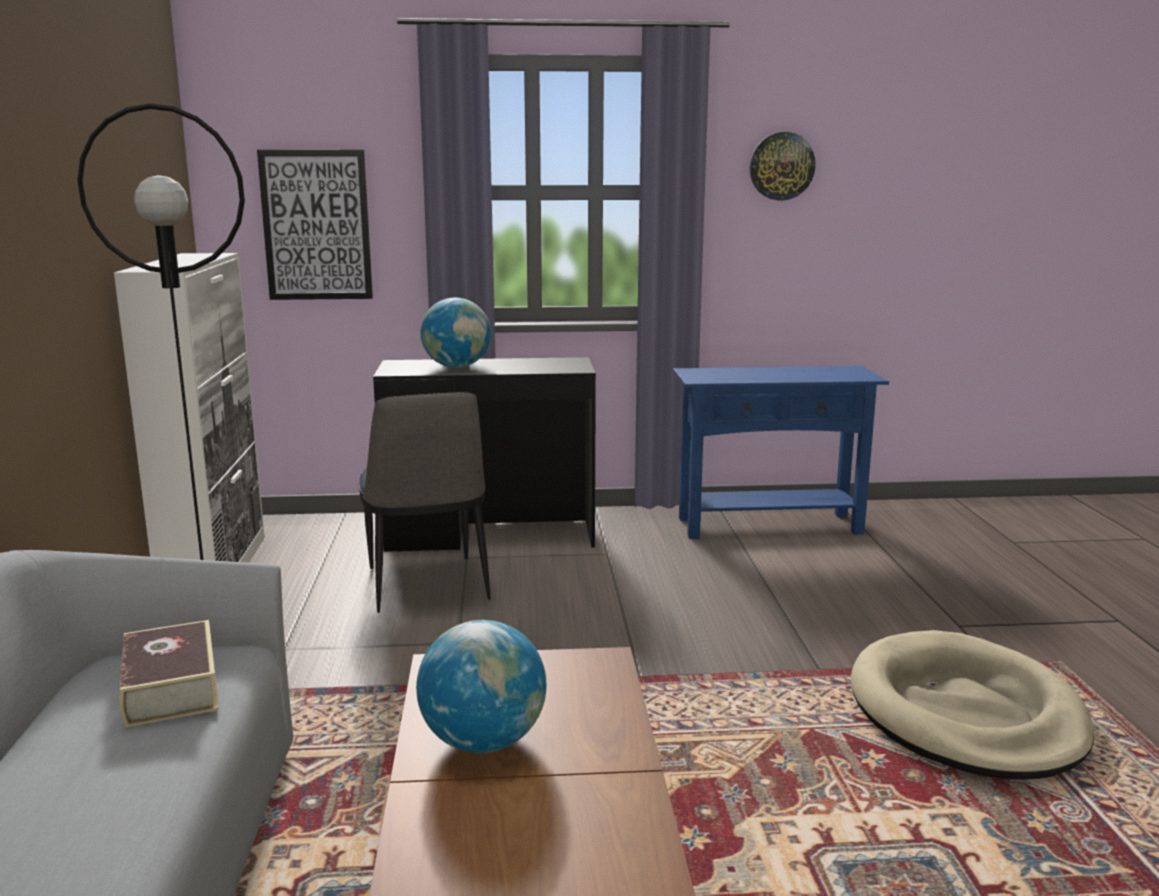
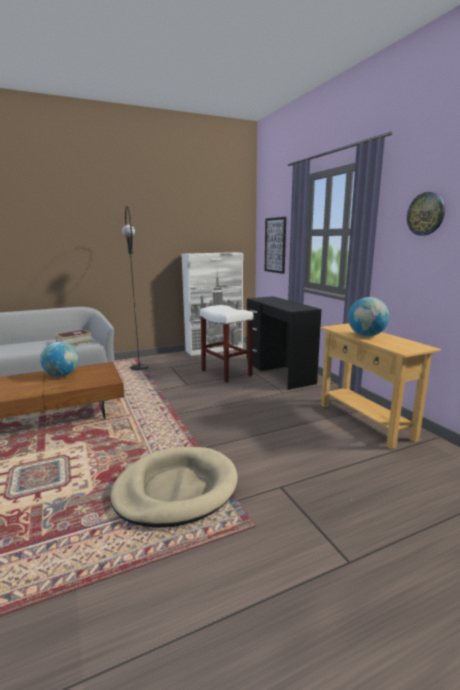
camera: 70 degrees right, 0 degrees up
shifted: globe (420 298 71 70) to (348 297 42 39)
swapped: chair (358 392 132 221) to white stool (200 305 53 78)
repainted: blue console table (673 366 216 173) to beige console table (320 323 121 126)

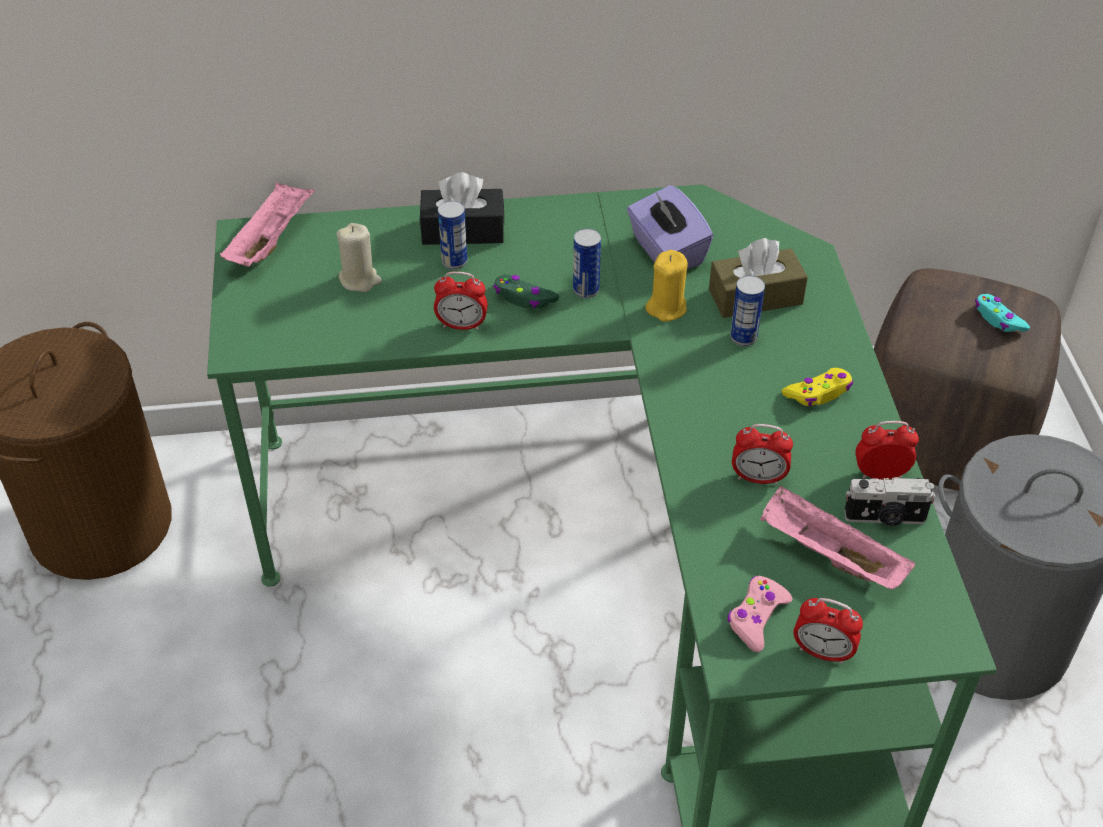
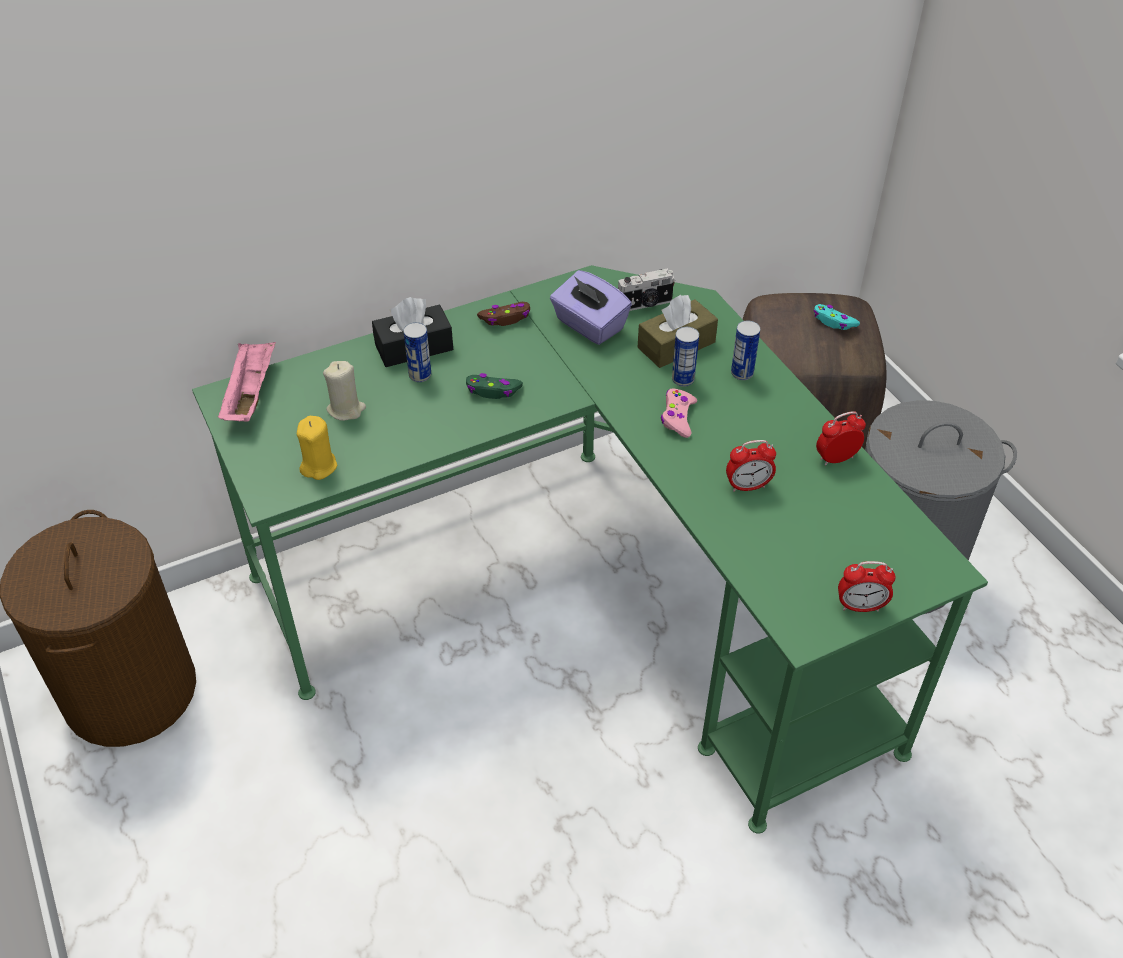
camera: 20 degrees left, 0 degrees up
gone: alarm clock (434 271 54 59); pink tray (760 485 155 104); yellow game controller (782 368 71 38)
new: brown game controller (477 302 53 24)
shifted: yellow candle (646 250 42 72) to (297 416 40 64); photo camera (844 477 92 49) to (618 268 57 43); pink game controller (727 576 66 76) to (661 388 36 50); can (573 228 28 70) to (731 320 29 60)

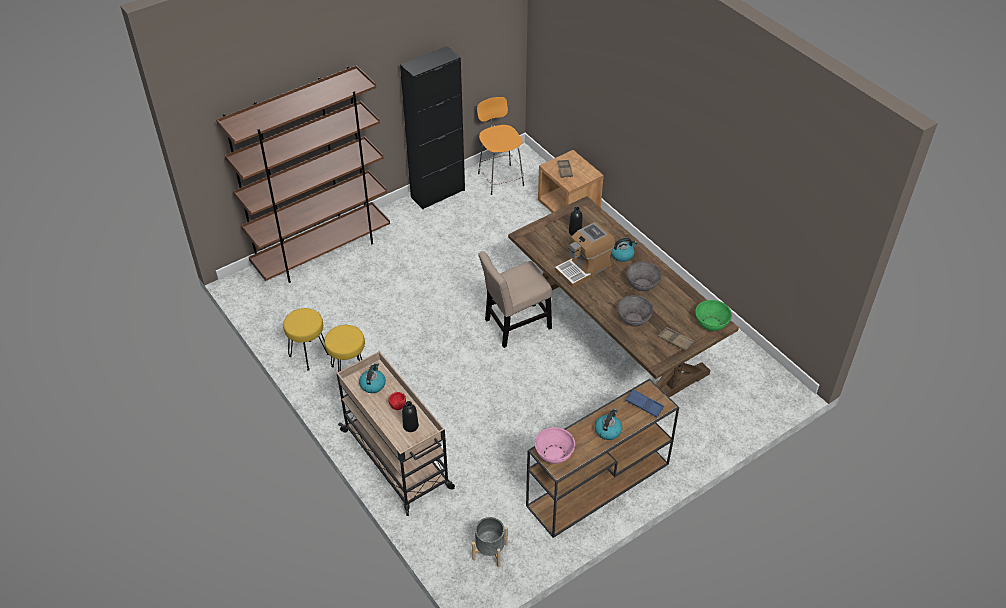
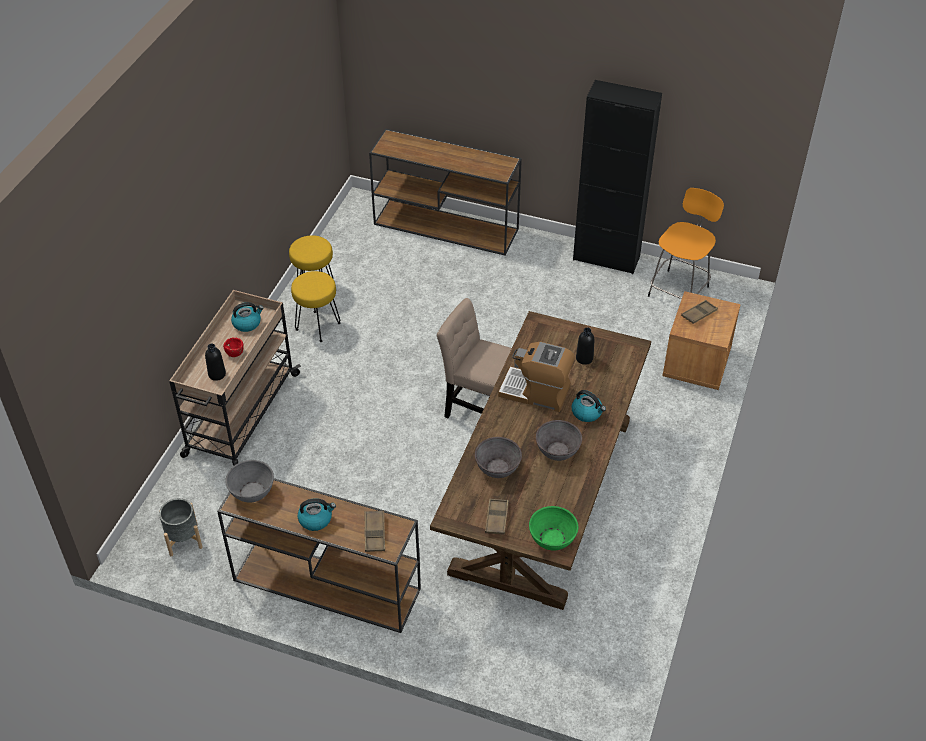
camera: 55 degrees right, 0 degrees up
swapped: brown bookcase (216 65 174 218) to brown console table (369 129 153 127)
repainted: pink bowl (535 427 40 37) to grey bowl (225 460 49 42); blue tray (626 389 38 28) to brown tray (365 511 20 41)

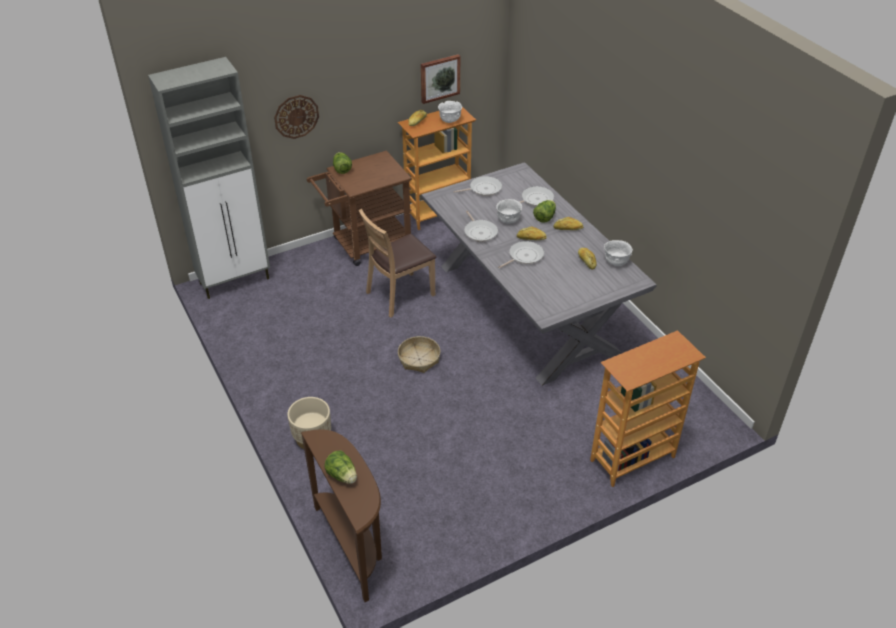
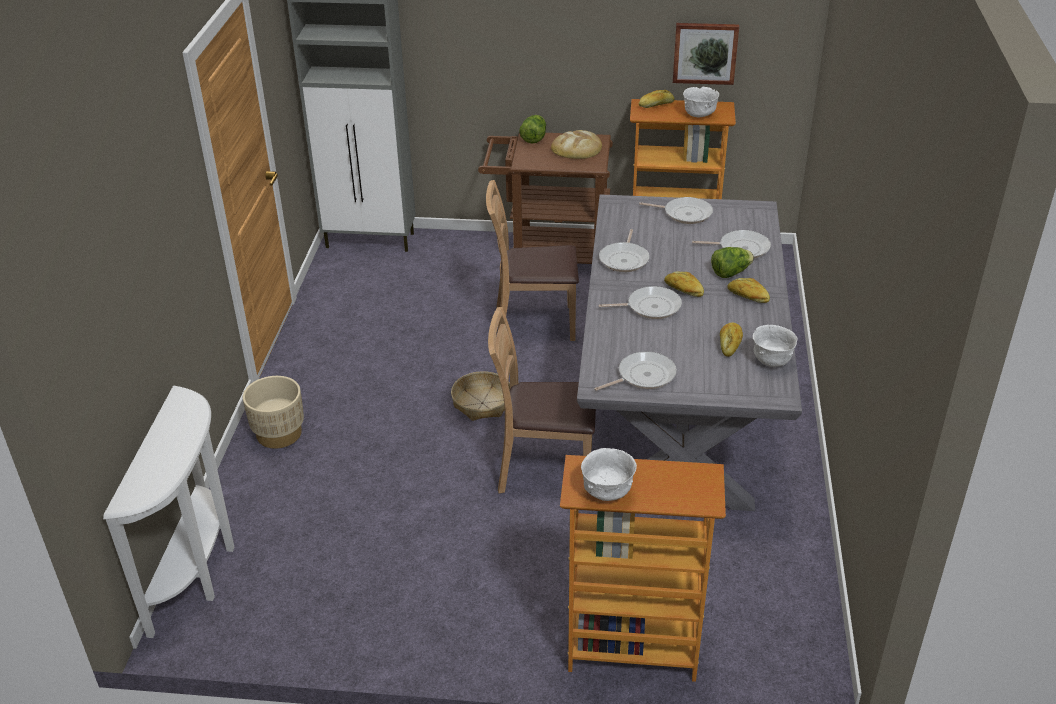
camera: 35 degrees right, 5 degrees down
gone: wall clock (274 95 45 44); lettuce (324 451 33 33)
new: brown chair (488 307 108 186); bread (551 130 51 29); frying pan (594 351 83 40)
shifted: white bowl (496 199 26 25) to (581 448 56 53)
repainted: brown console table (301 429 81 173) to white console table (103 386 132 252)

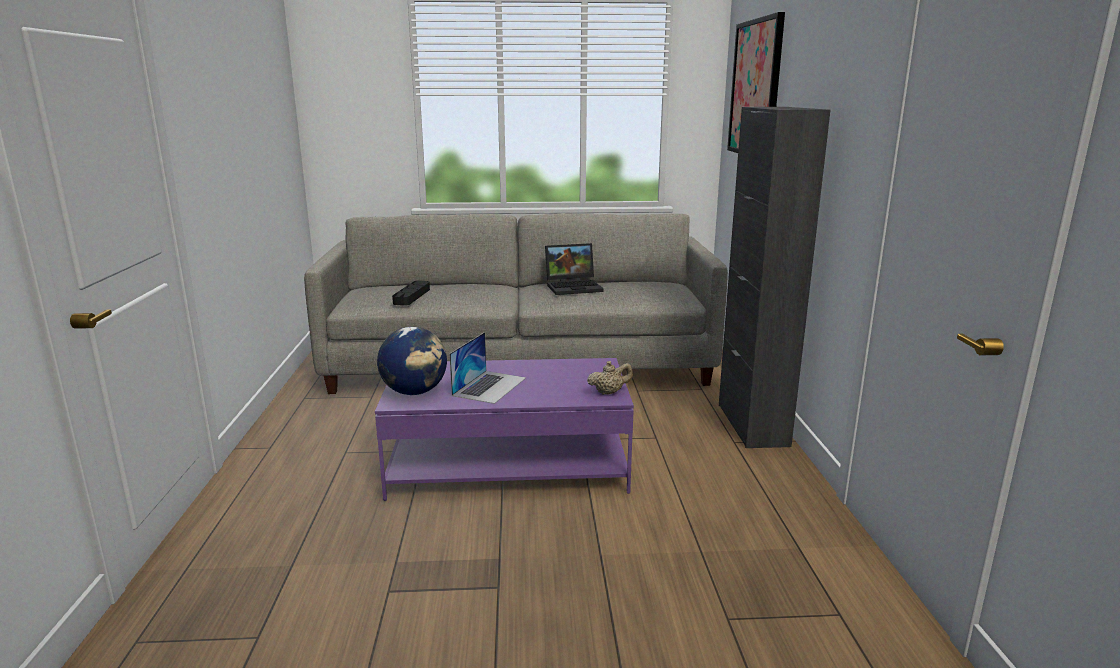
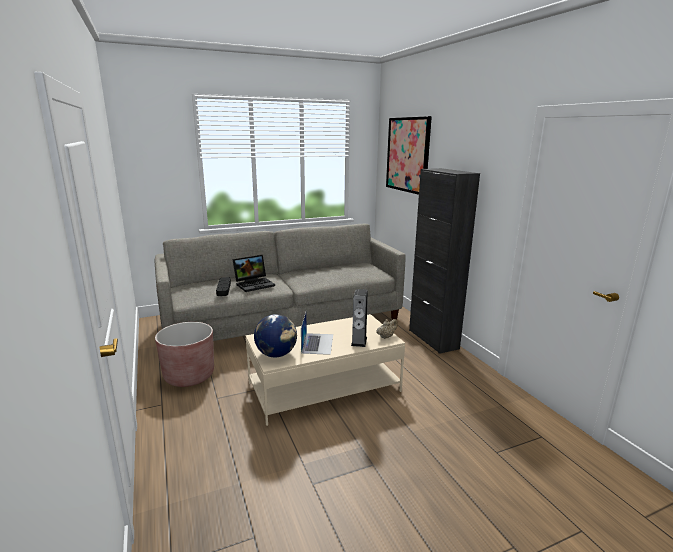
camera: 20 degrees left, 0 degrees up
new: brown planter (155 322 59 65); speaker (351 289 17 58)
shifted: laptop (545 243 59 52) to (233 255 42 37)
repainted: purple coffee table (375 358 259 143) to beige coffee table (246 314 159 112)

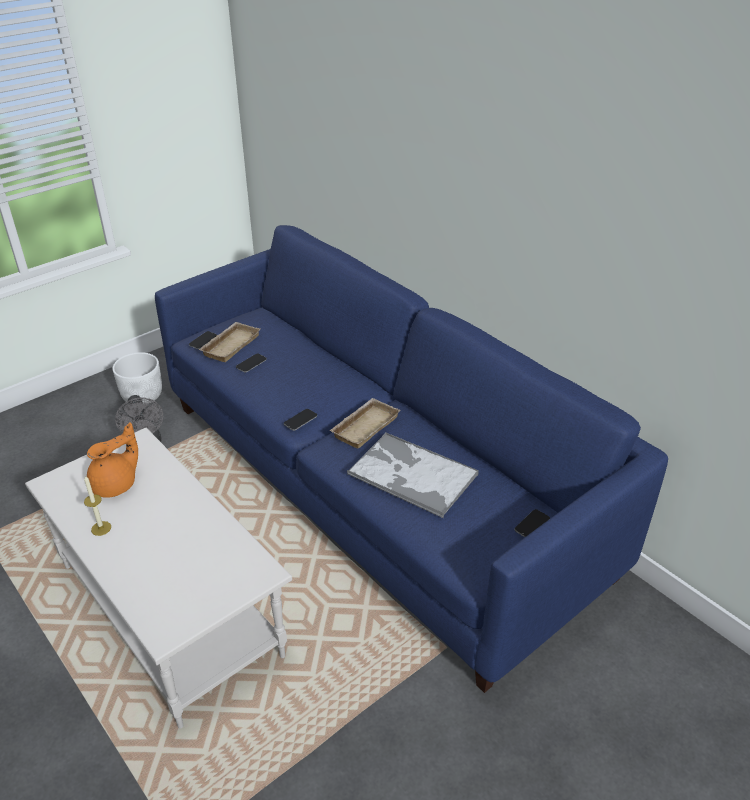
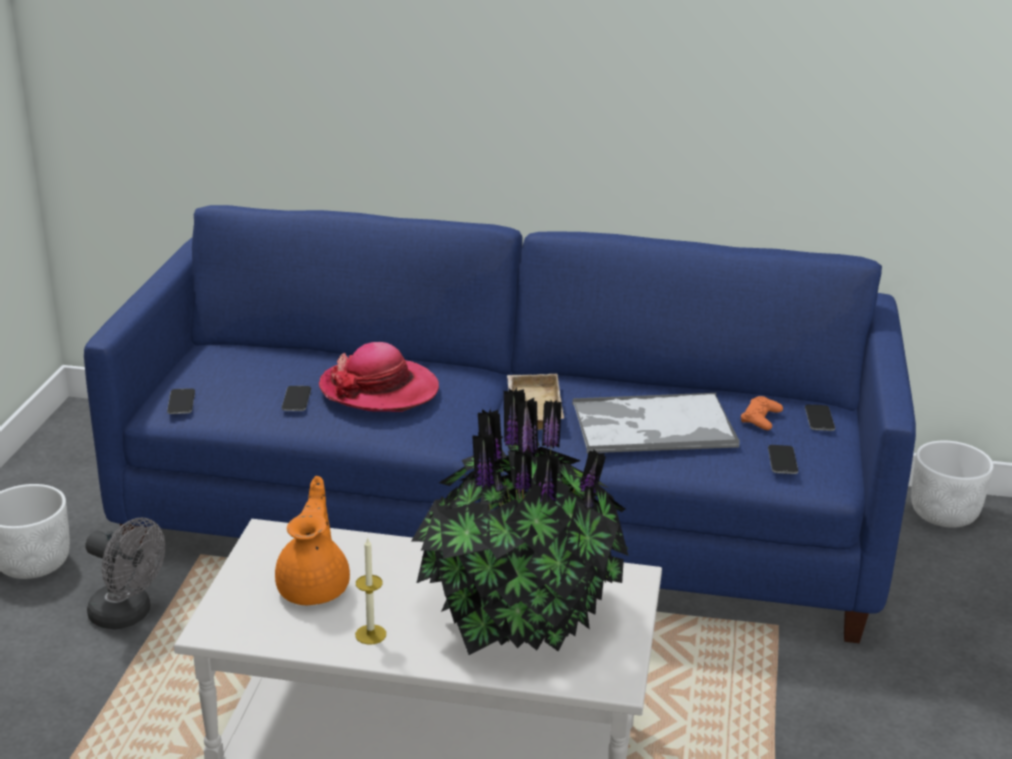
camera: 40 degrees left, 10 degrees down
gone: beige tray (198 322 62 40)
new: hat (319 342 120 70); potted plant (411 388 218 267); orange game controller (741 396 42 34); white planter (911 440 83 88)
shifted: phone (284 409 33 22) to (768 445 30 29)

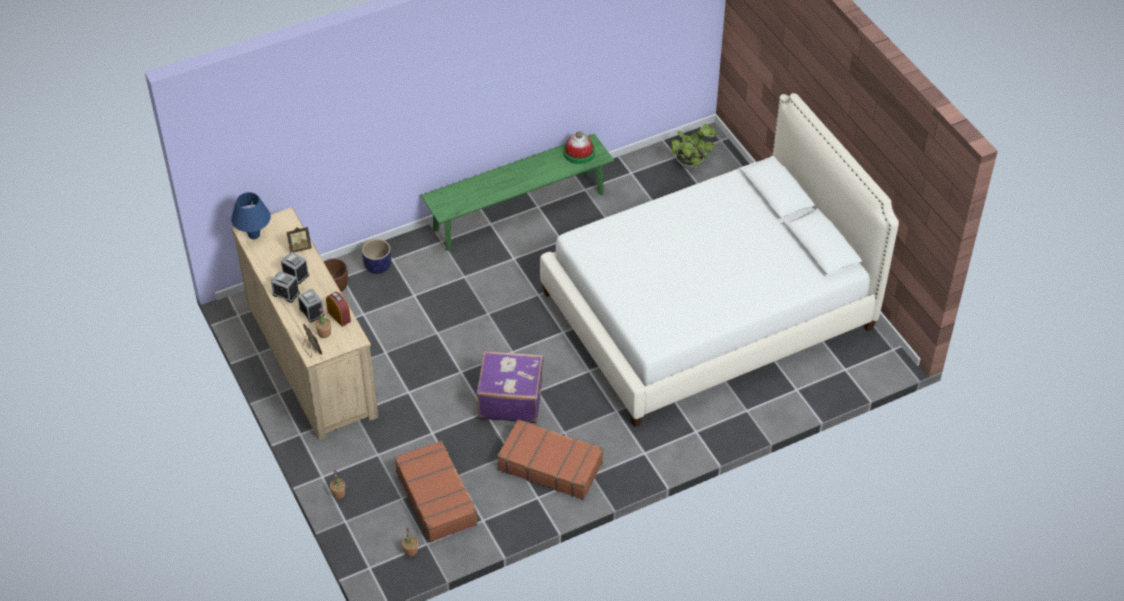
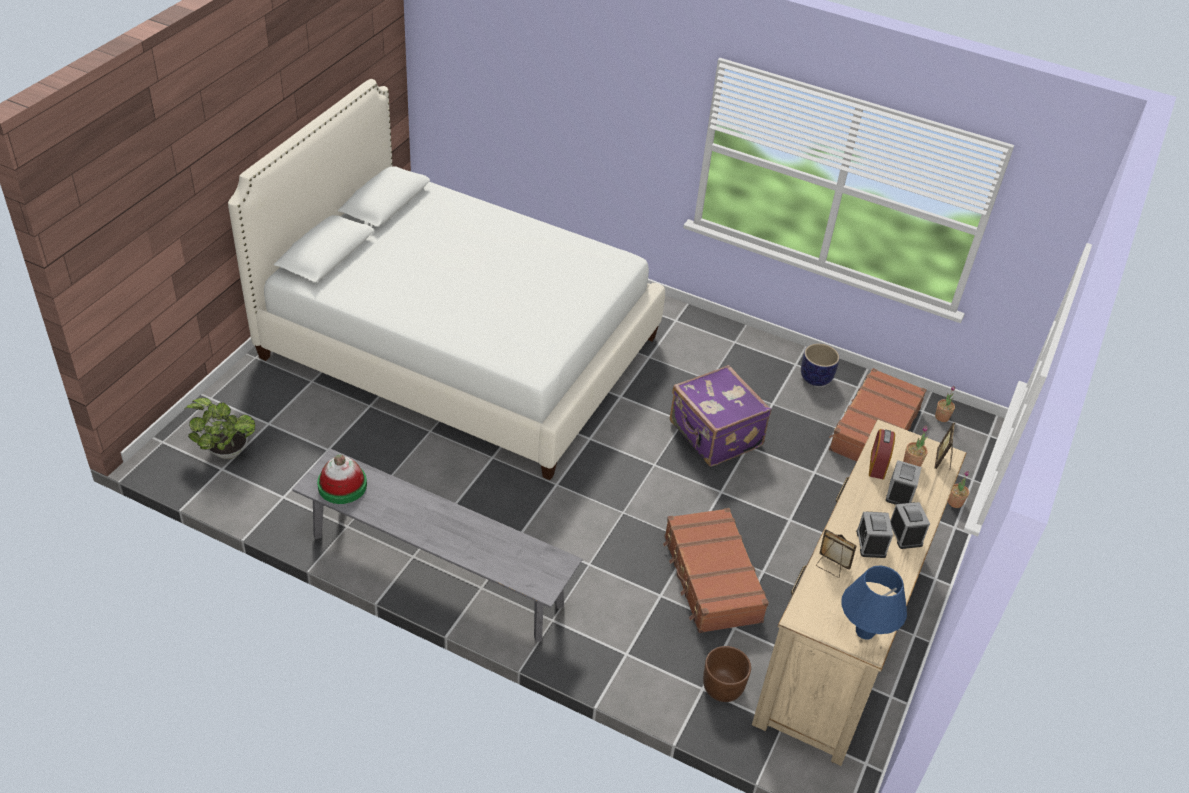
camera: 130 degrees left, 5 degrees down
shifted: brown suitcase (497 419 106 81) to (663 508 106 125); planter (362 239 30 35) to (801 343 39 43)
repainted: green bench (421 134 193 117) to grey bench (292 449 291 193)

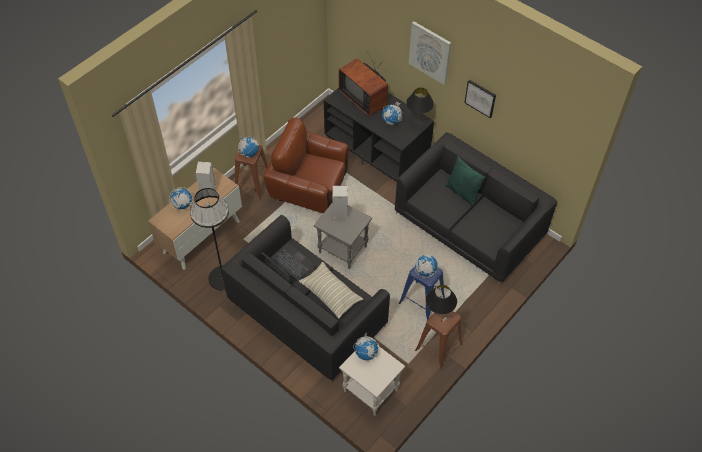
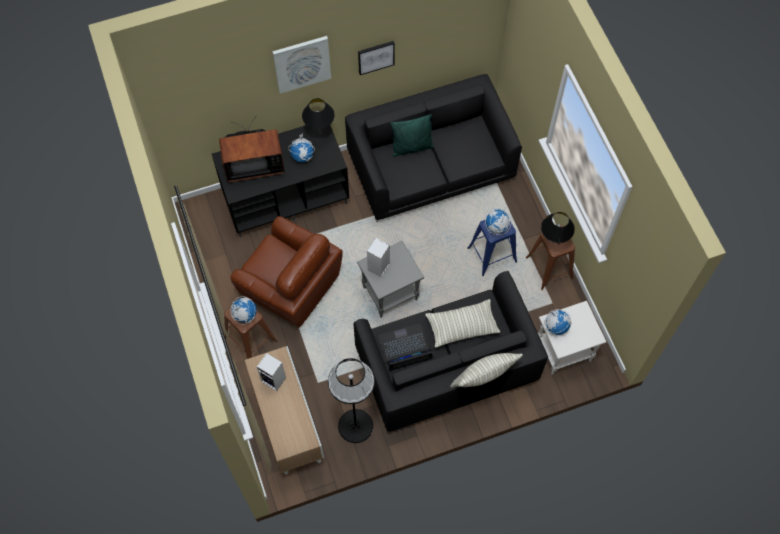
camera: 60 degrees left, 10 degrees up
gone: globe (169 187 24 24)
new: pillow (450 353 73 35)
rotated: brown armchair (264 117 85 96) = (230 216 113 112) 105 degrees counterclockwise

